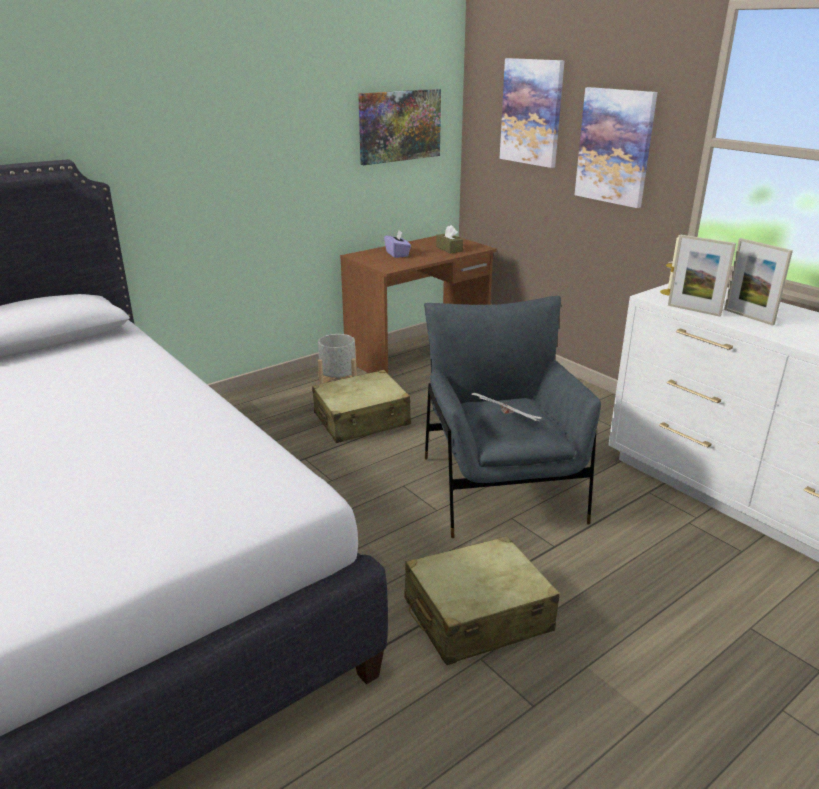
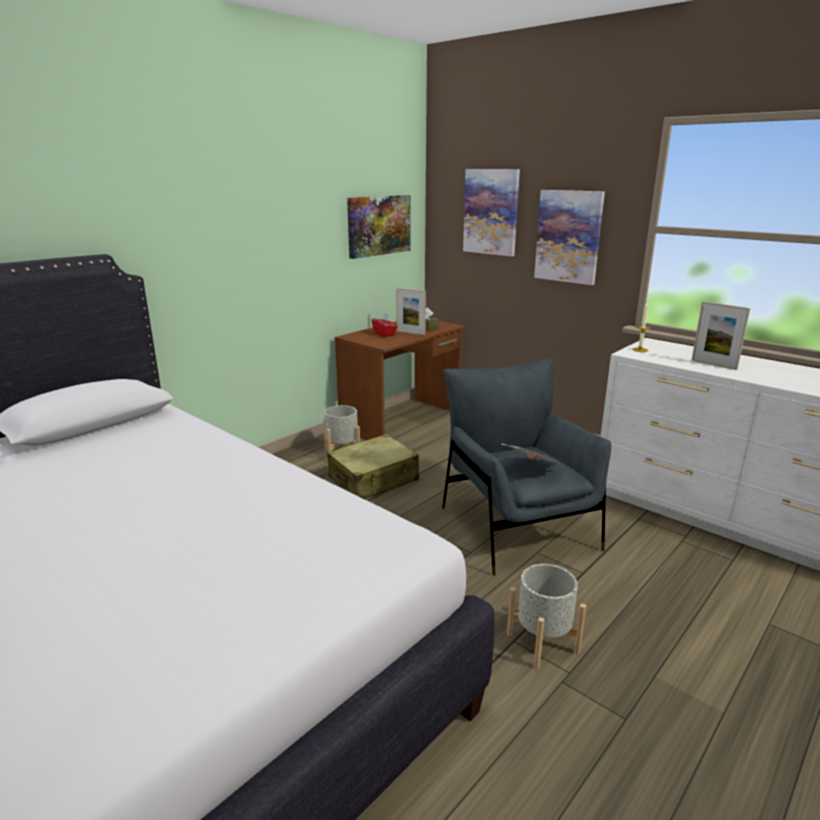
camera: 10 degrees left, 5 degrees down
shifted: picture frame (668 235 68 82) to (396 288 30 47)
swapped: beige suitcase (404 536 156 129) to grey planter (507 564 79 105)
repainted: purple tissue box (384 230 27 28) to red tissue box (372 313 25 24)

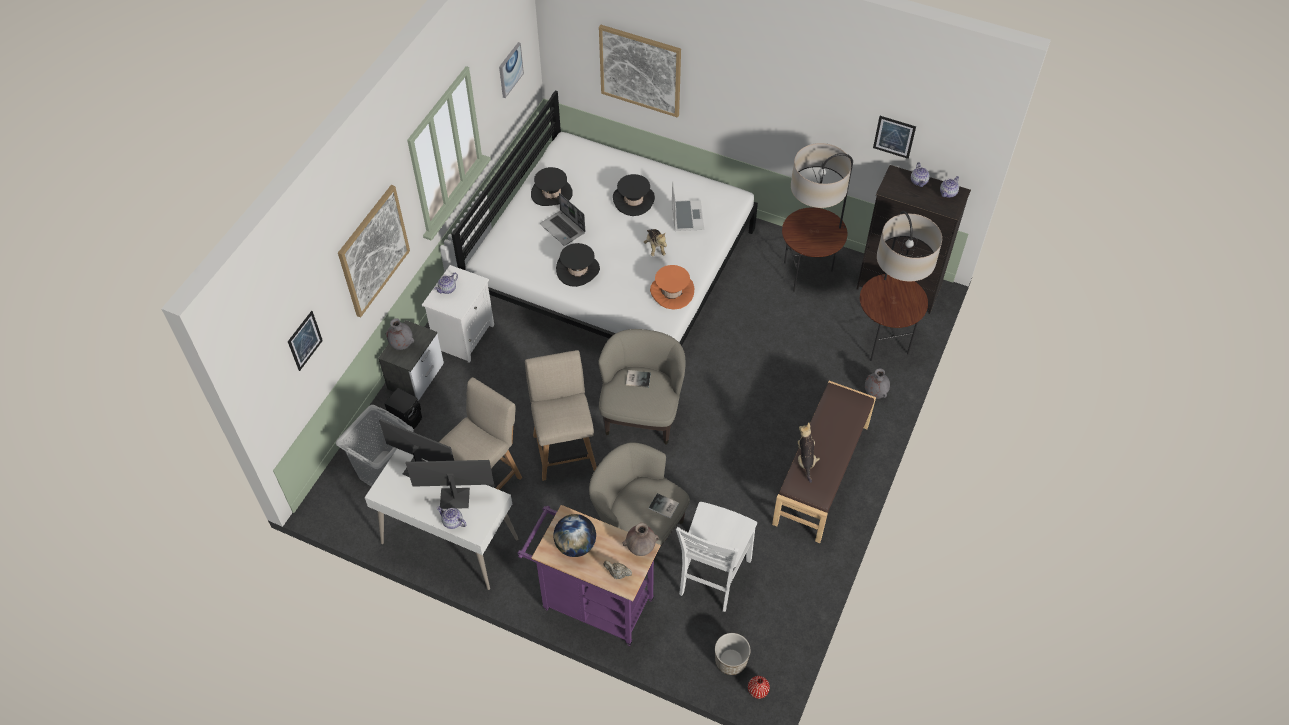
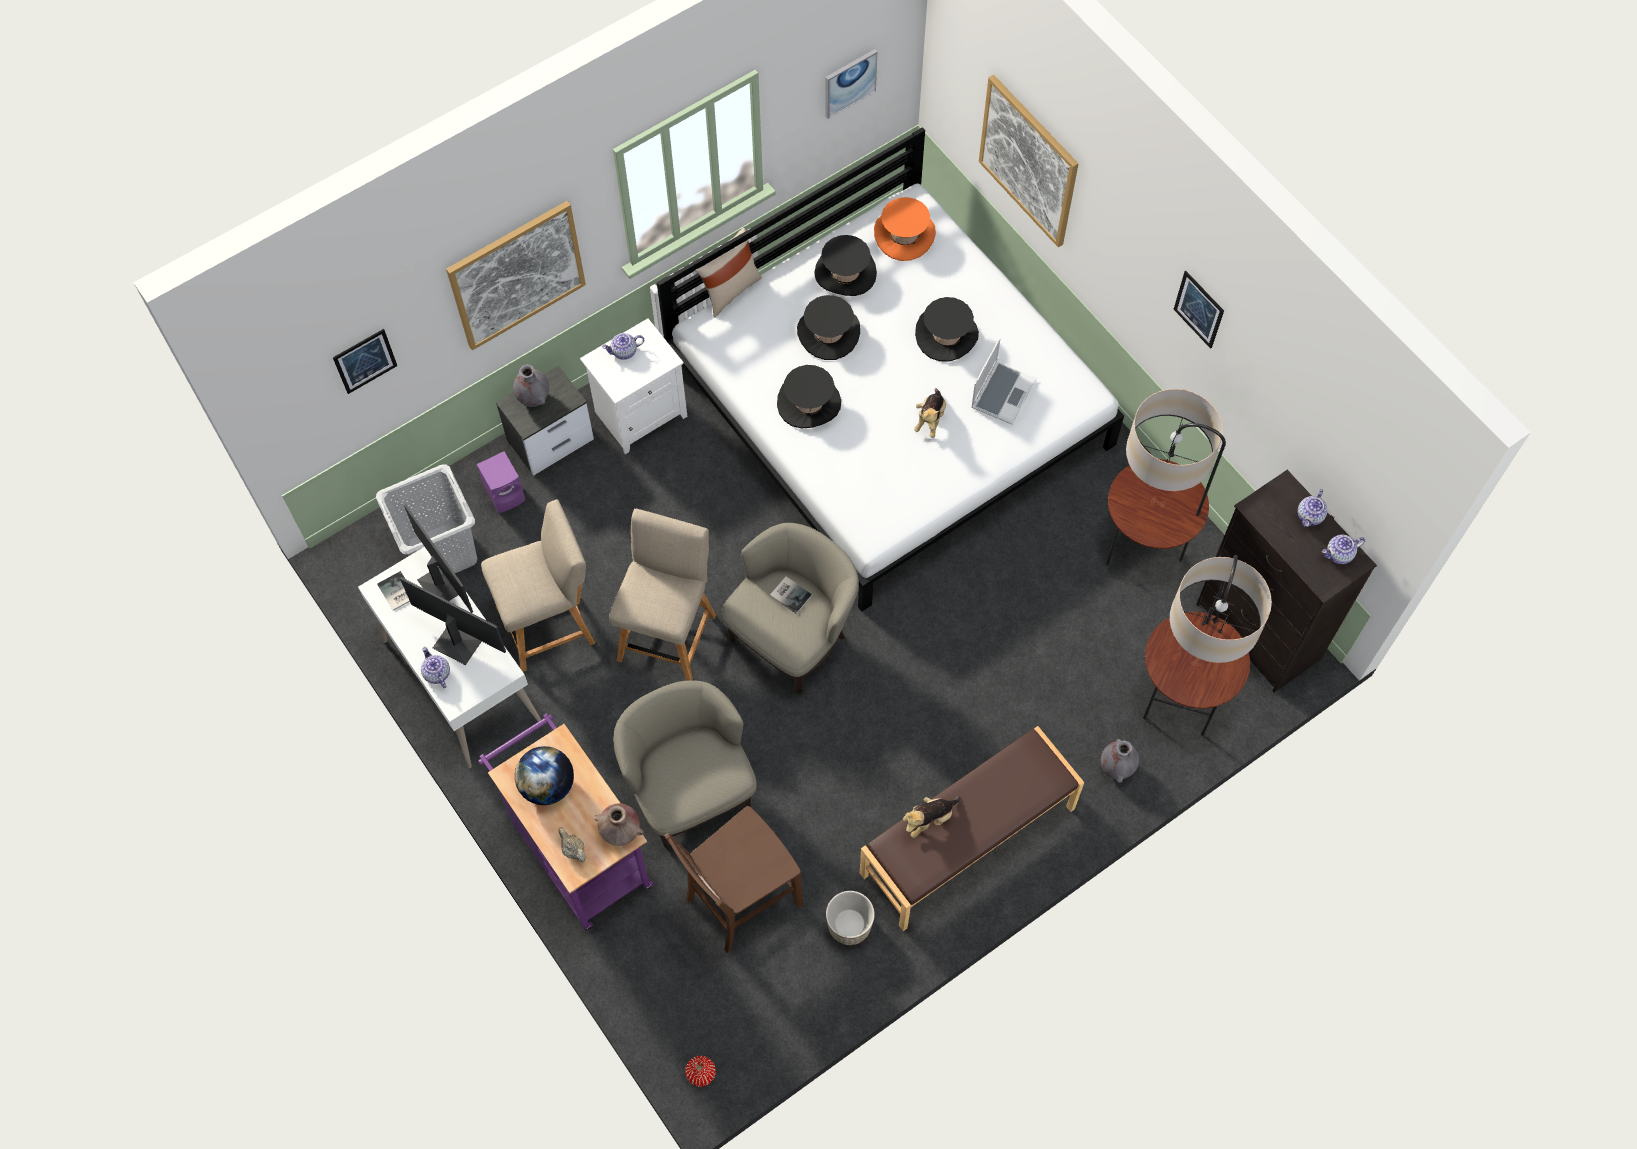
camera: 30 degrees right, 10 degrees up
new: beige pillow (695 228 67 89)
shifted: book (649 493 30 26) to (377 571 33 40); planter (715 633 36 42) to (826 891 49 54); orange hat (650 265 44 45) to (874 197 62 64); picture (873 116 43 43) to (1174 271 50 78)
swapped: laptop (540 193 45 53) to black hat (797 295 63 65)
repainted: black speaker (384 388 38 41) to purple speaker (477 451 48 62); white chair (676 502 81 110) to brown chair (664 806 139 147)
rotated: plush toy (798 422 22 61) = (903 796 58 42) 150 degrees counterclockwise

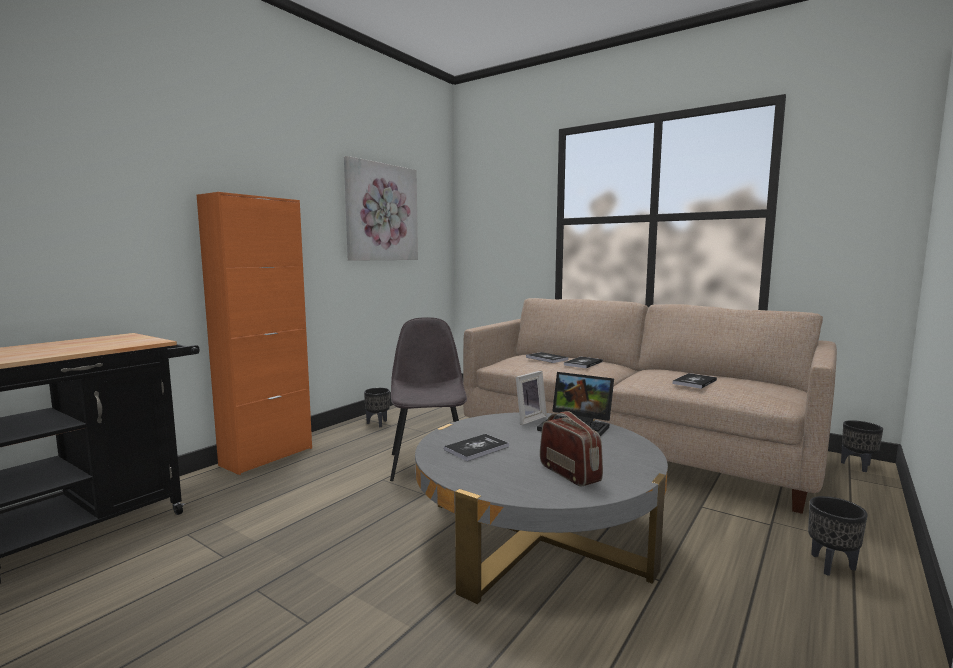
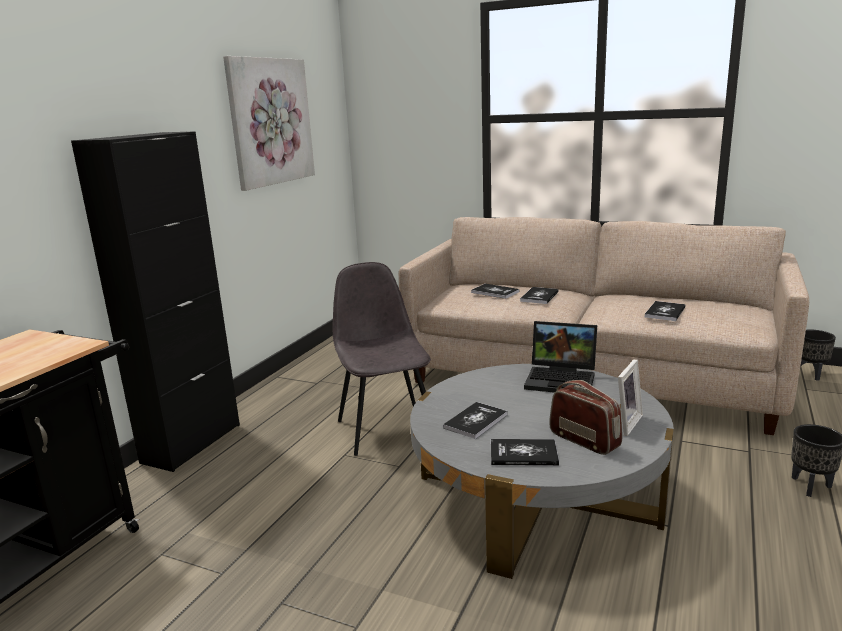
camera: 10 degrees left, 10 degrees up
gone: black planter (364 388 26 39)
new: book (491 439 68 27)
shifted: picture frame (516 371 31 54) to (618 359 25 77)
repainted: orange cabinet (197 192 115 283) to black cabinet (71 131 169 341)

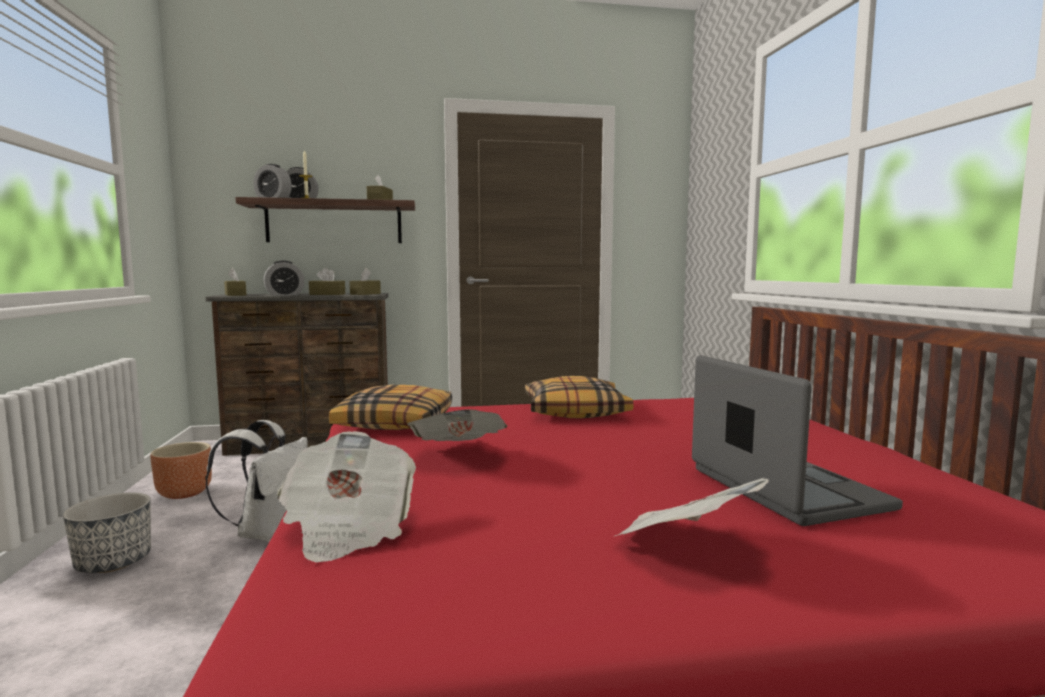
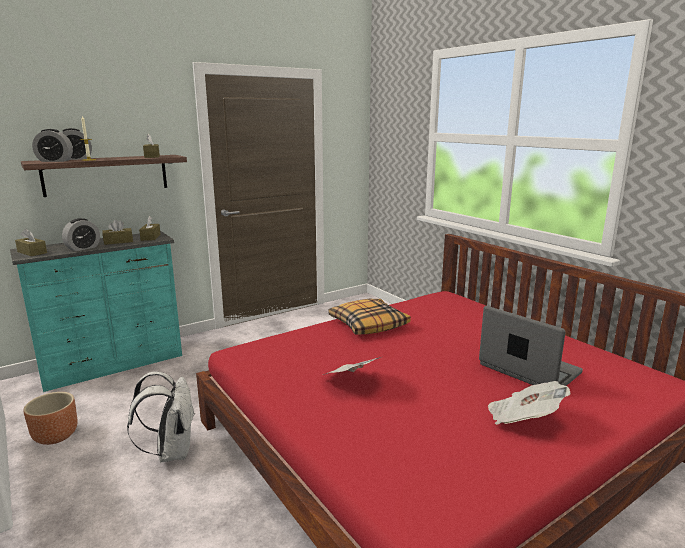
camera: 25 degrees left, 10 degrees up
gone: planter (63 492 88 81); newspaper (277 431 139 132); pillow (329 385 123 45)
repainted: brown dresser (206 293 182 163) to turquoise dresser (10 231 172 161)

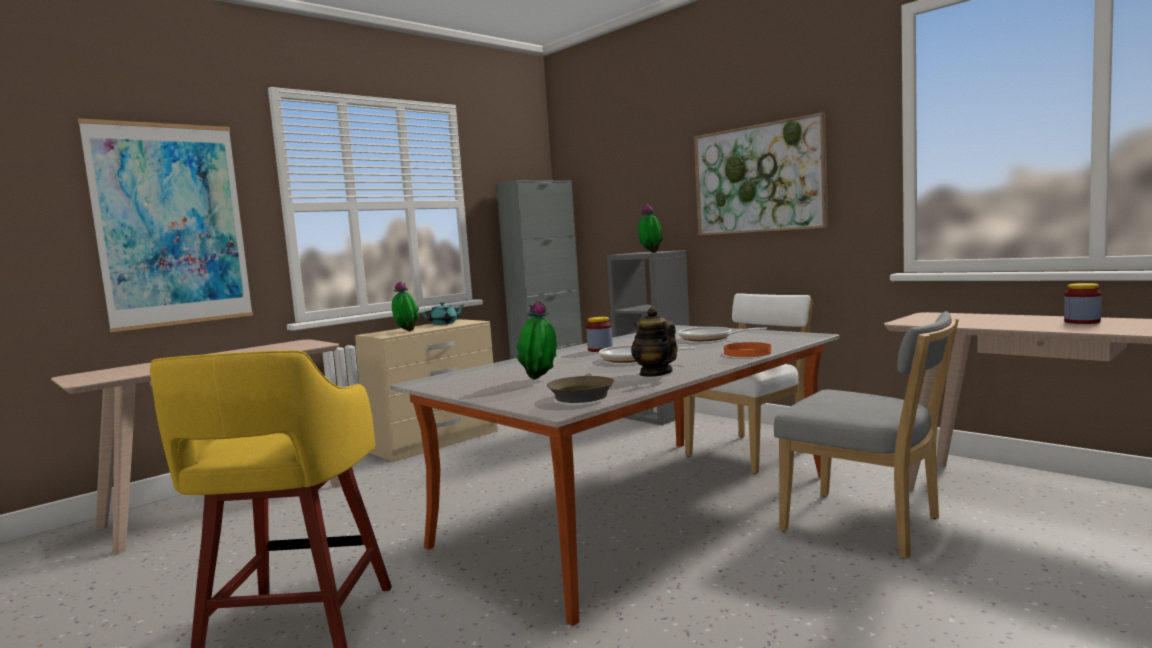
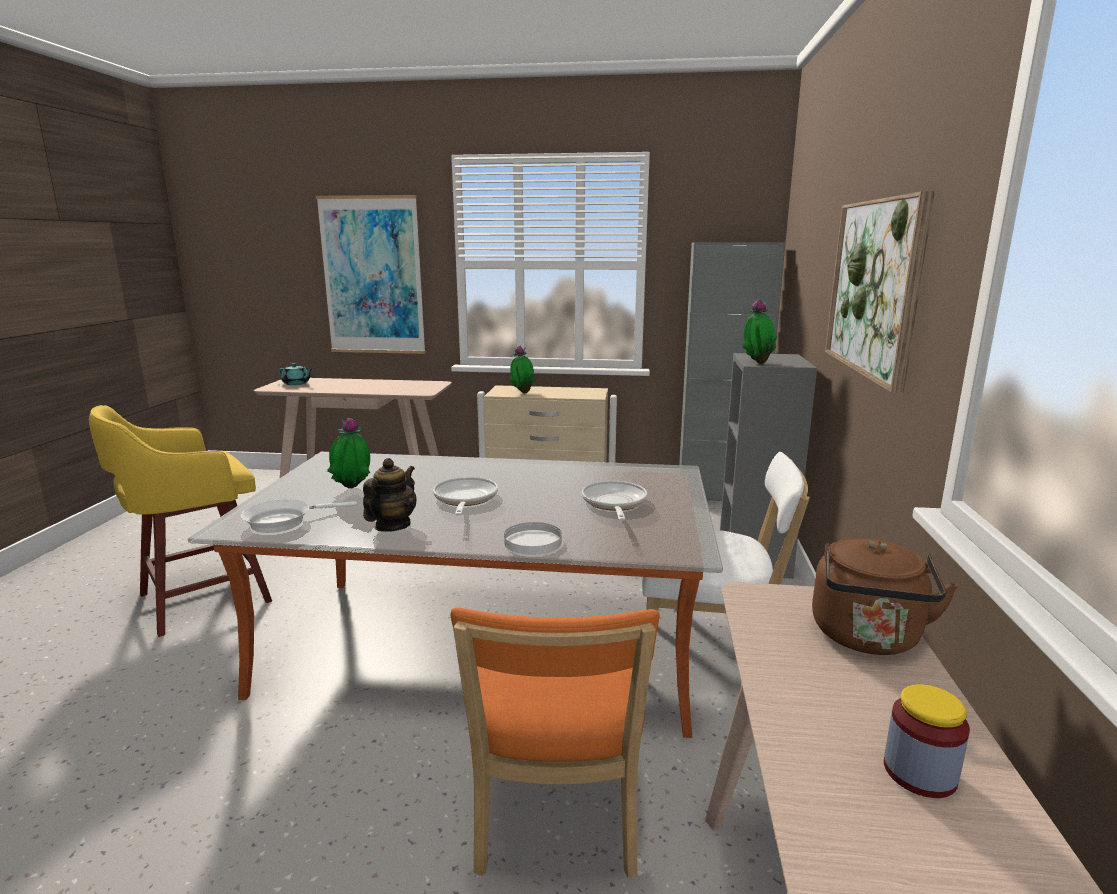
camera: 50 degrees right, 10 degrees up
gone: jar (586 317 27 35)
new: brown kettle (812 538 146 117)
shifted: turquoise teapot (423 302 41 23) to (278 363 34 22)
repainted: brown frying pan (547 373 67 30) to white frying pan (241 499 116 34); grey chair (774 311 185 248) to orange chair (450 607 210 271); orange plate (724 342 47 15) to white plate (504 522 58 33)

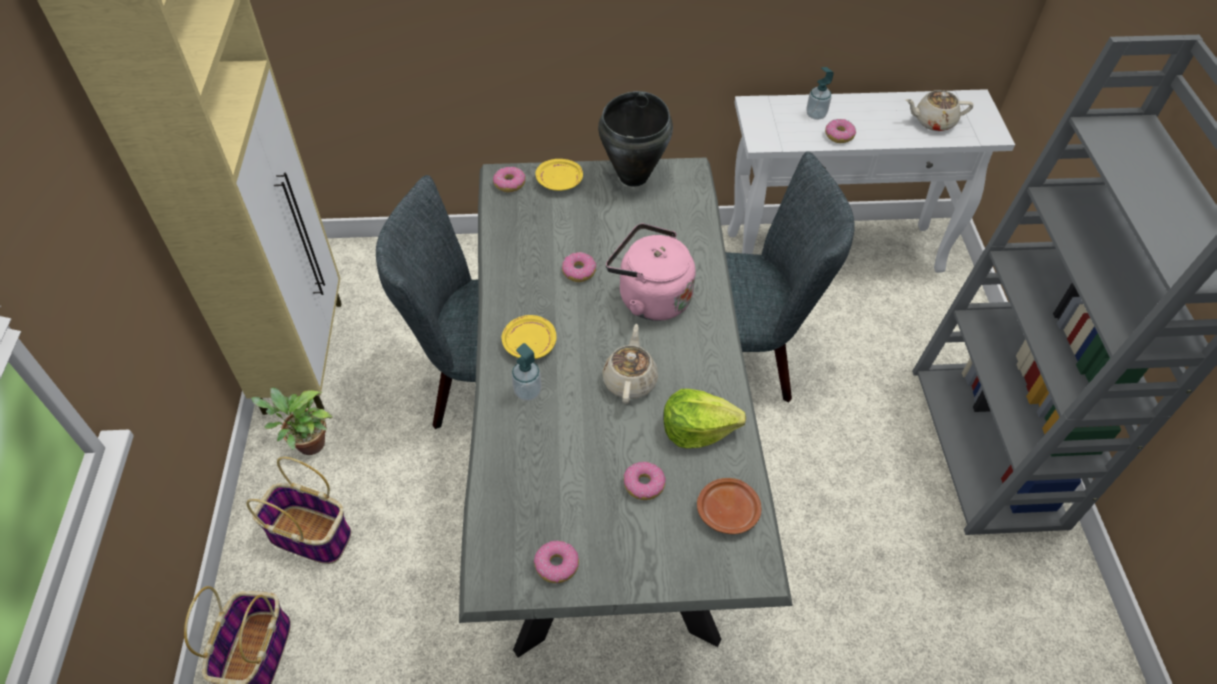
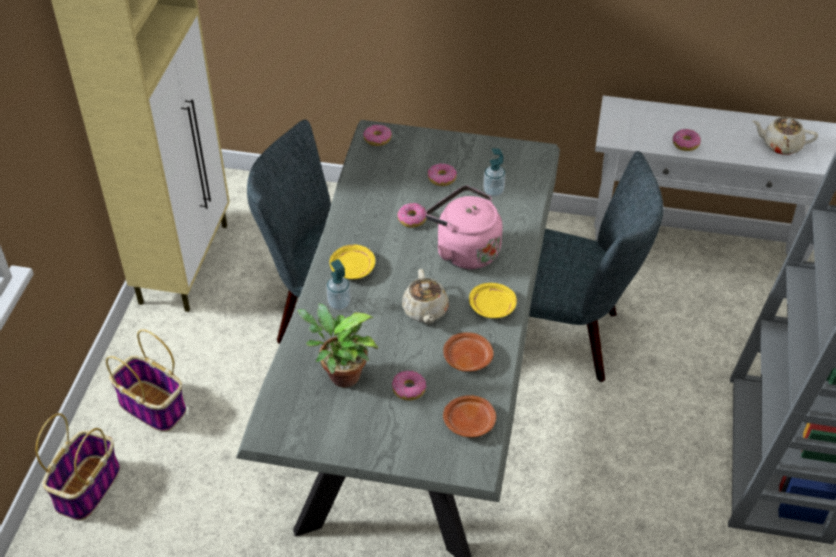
camera: 15 degrees right, 5 degrees down
gone: black cooking pot (598 91 75 96)
shifted: potted plant (251 388 82 67) to (297 304 81 83); donut (534 541 45 42) to (427 163 30 23); yellow plate (535 159 48 32) to (469 283 48 35); soap dispenser (806 67 28 53) to (483 148 23 49)
swapped: lettuce (663 389 83 59) to brown plate (443 332 51 40)
rotated: beige teapot (602 324 56 80) = (402 269 47 55) 150 degrees clockwise

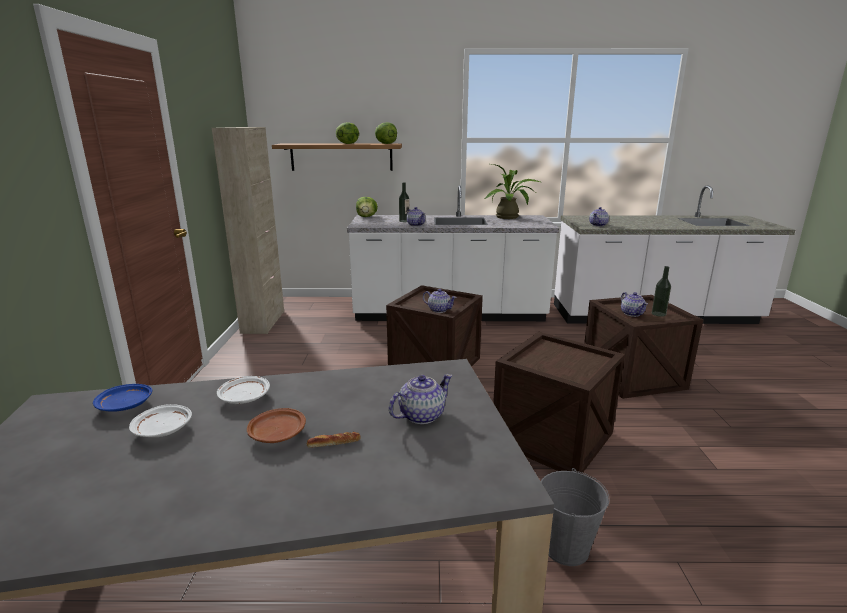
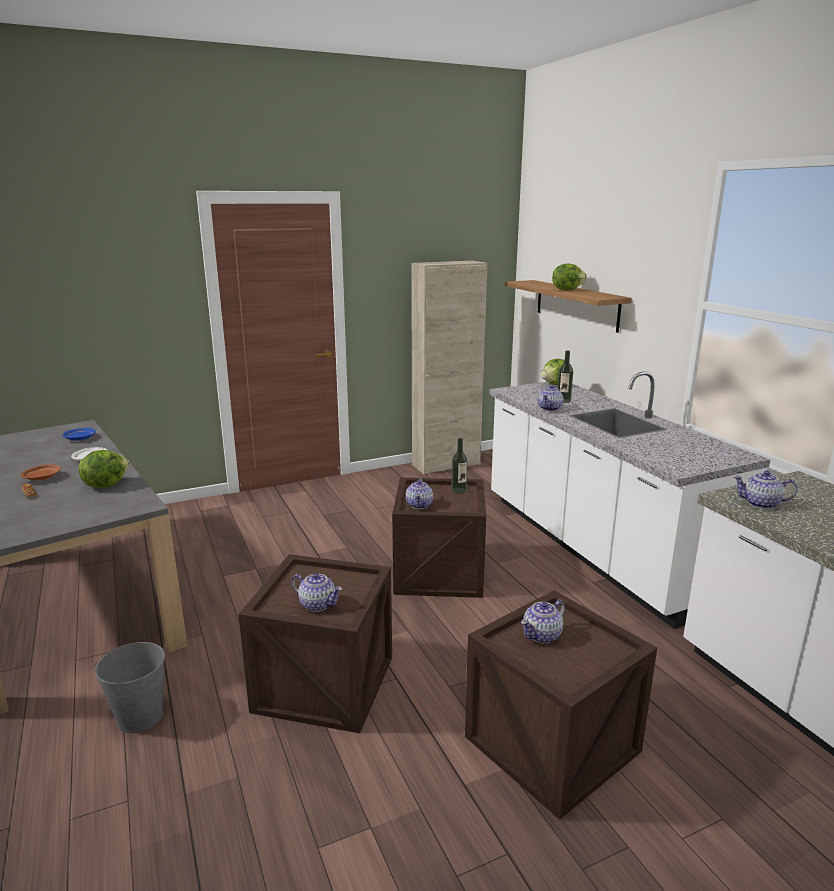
camera: 65 degrees right, 0 degrees up
gone: white plate (129 404 63 33); potted plant (484 164 56 55)
shifted: lettuce (375 122 22 22) to (78 450 51 38); teapot (389 374 63 50) to (291 573 51 39); bottle (652 266 19 51) to (451 438 17 56)

